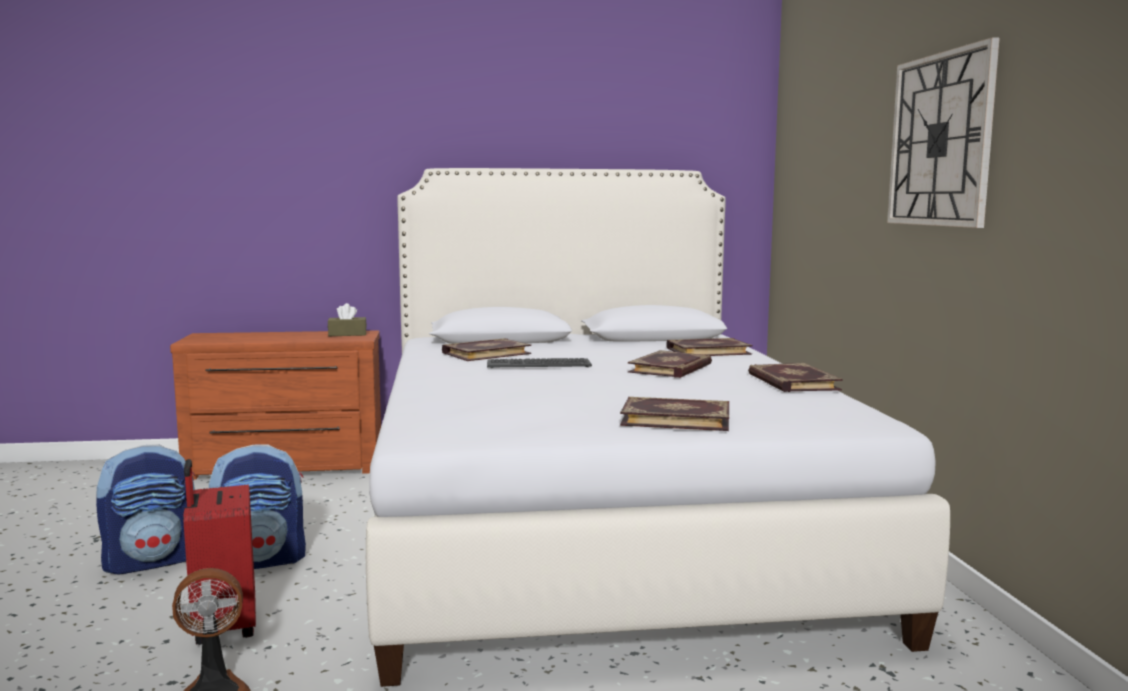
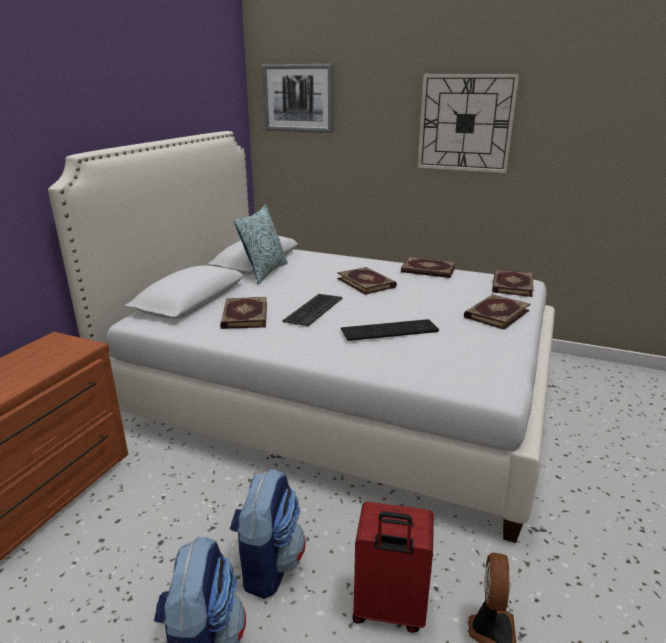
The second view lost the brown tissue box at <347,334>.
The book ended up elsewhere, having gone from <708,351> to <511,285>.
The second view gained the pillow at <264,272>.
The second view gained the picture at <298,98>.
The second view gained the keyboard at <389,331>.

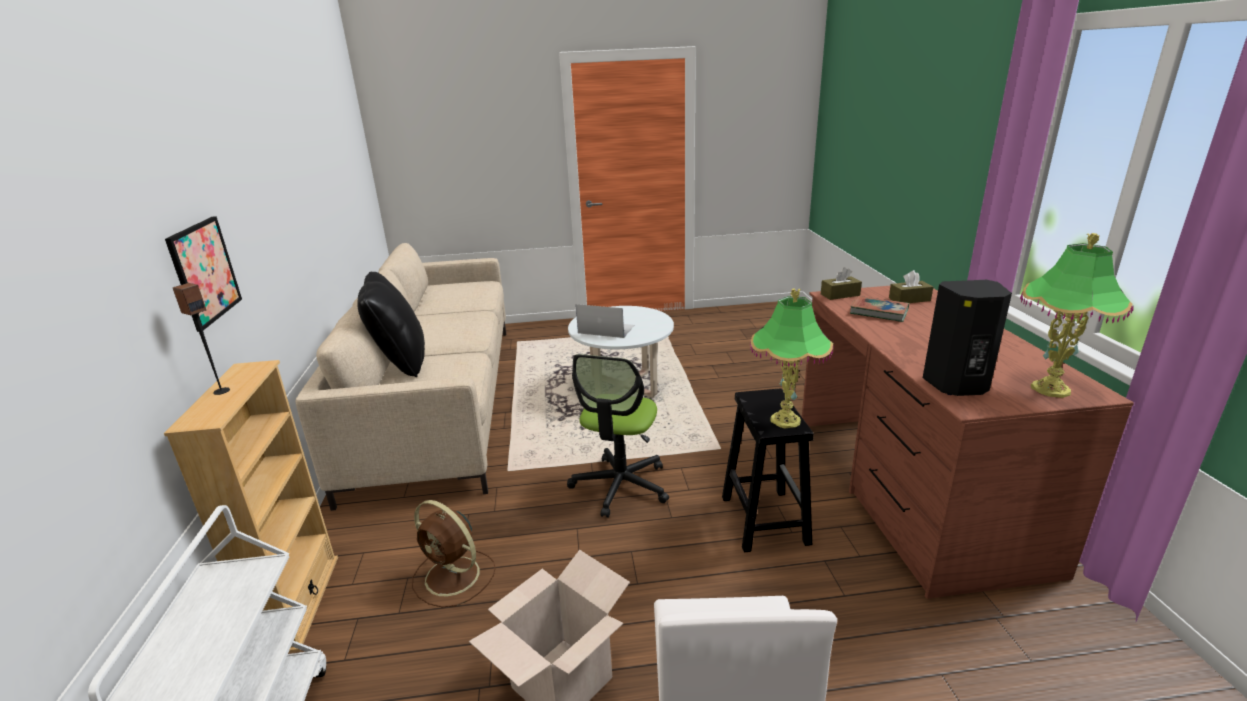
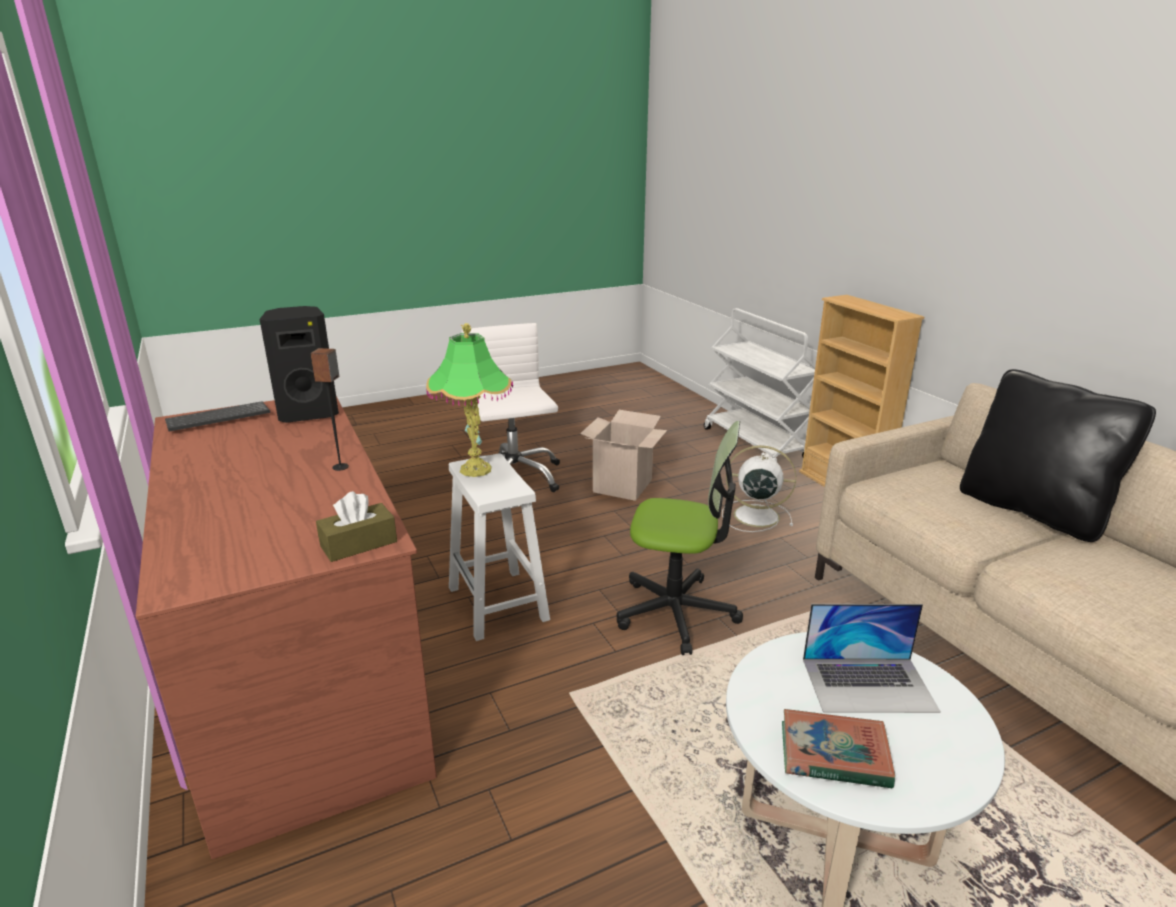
The second view lost the picture at <204,272>.
The speaker ended up elsewhere, having gone from <221,391> to <340,467>.
What was the brown fan at <454,577> turned into the white fan at <754,516>.
The office chair at <620,486> ended up facing another way, 105 degrees clockwise from before.
What was the black stool at <763,519> turned into the white stool at <499,604>.
The book ended up elsewhere, having gone from <878,312> to <834,754>.
The second view lost the brown tissue box at <909,299>.
Where the table lamp stood at <1050,389>, the keyboard came to stand at <217,420>.

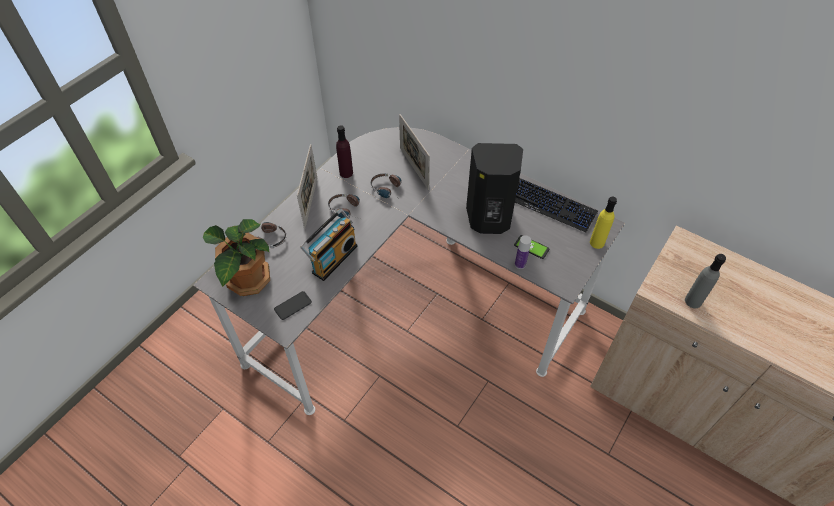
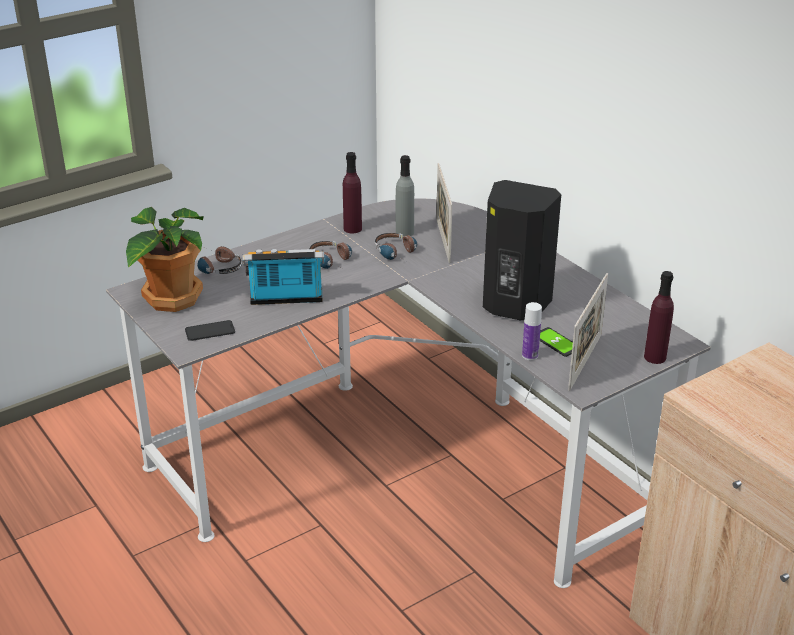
The picture frame ended up elsewhere, having gone from <310,202> to <585,362>.
The radio at <333,258> ended up facing another way, 150 degrees counterclockwise from before.
The second view lost the keyboard at <548,204>.
What was the yellow bottle at <597,242> turned into the purple bottle at <655,357>.
The grey bottle ended up elsewhere, having gone from <693,301> to <404,232>.

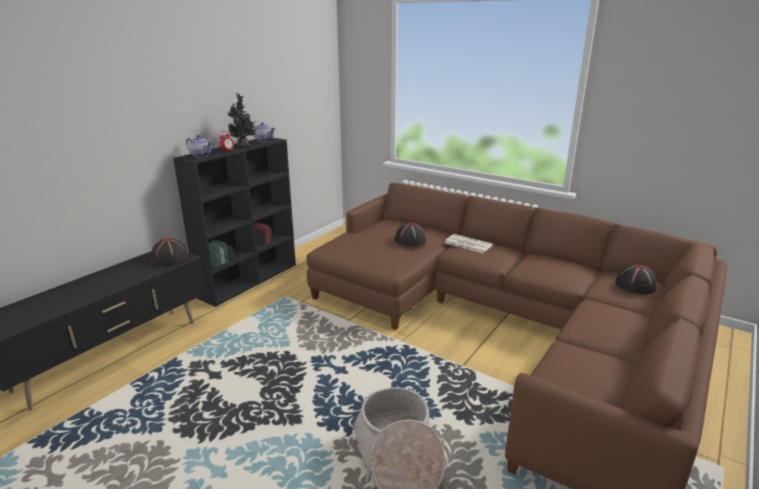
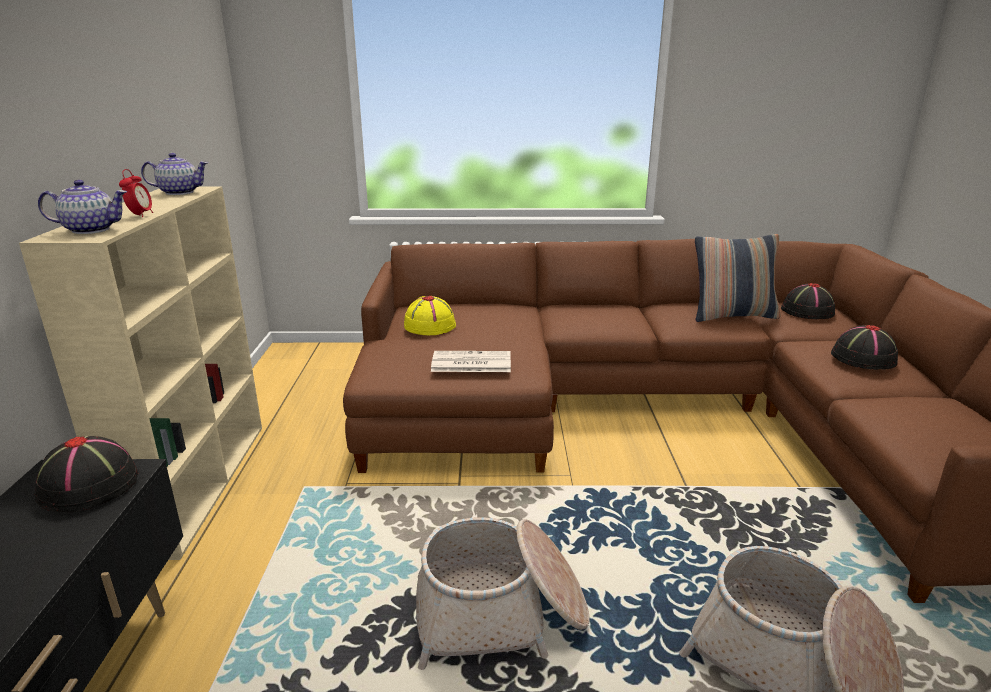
What was the black bookcase at <249,280> turned into the beige bookcase at <199,482>.
The second view lost the potted plant at <244,147>.
The black hat ended up elsewhere, having gone from <410,240> to <862,358>.
The newspaper ended up elsewhere, having gone from <467,244> to <470,363>.
The second view gained the yellow hat at <429,325>.
The second view gained the basket at <500,613>.
The second view gained the pillow at <732,315>.

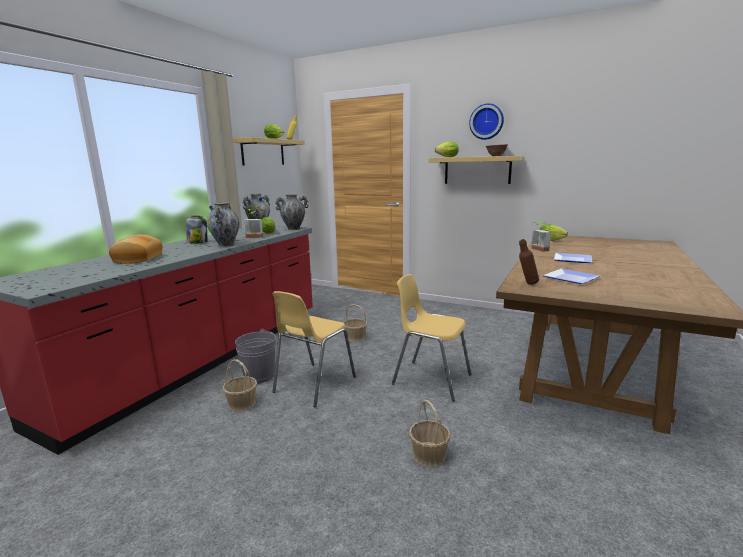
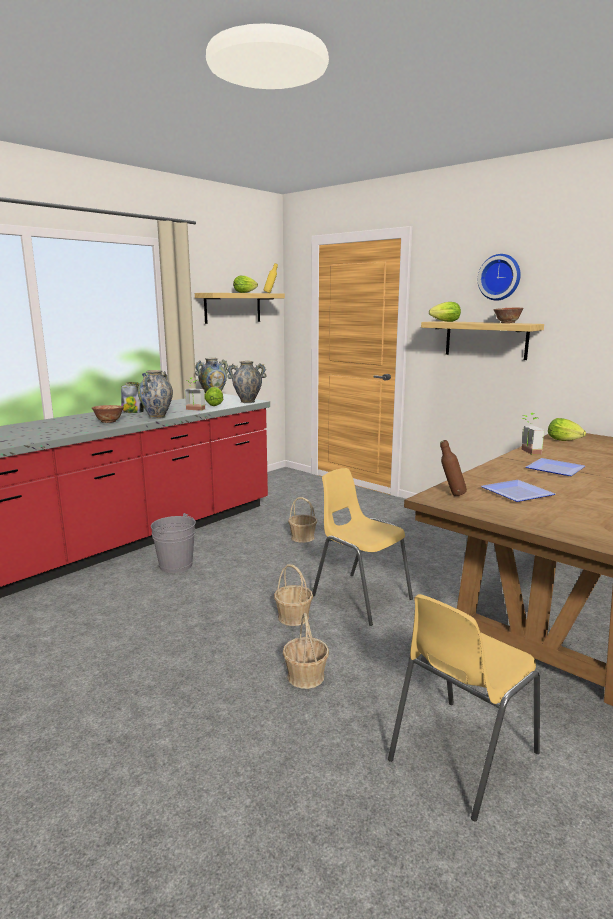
The second view lost the bread at <137,259>.
The basket ended up elsewhere, having gone from <242,403> to <293,617>.
The yellow chair ended up elsewhere, having gone from <313,384> to <460,756>.
The second view gained the bowl at <109,422>.

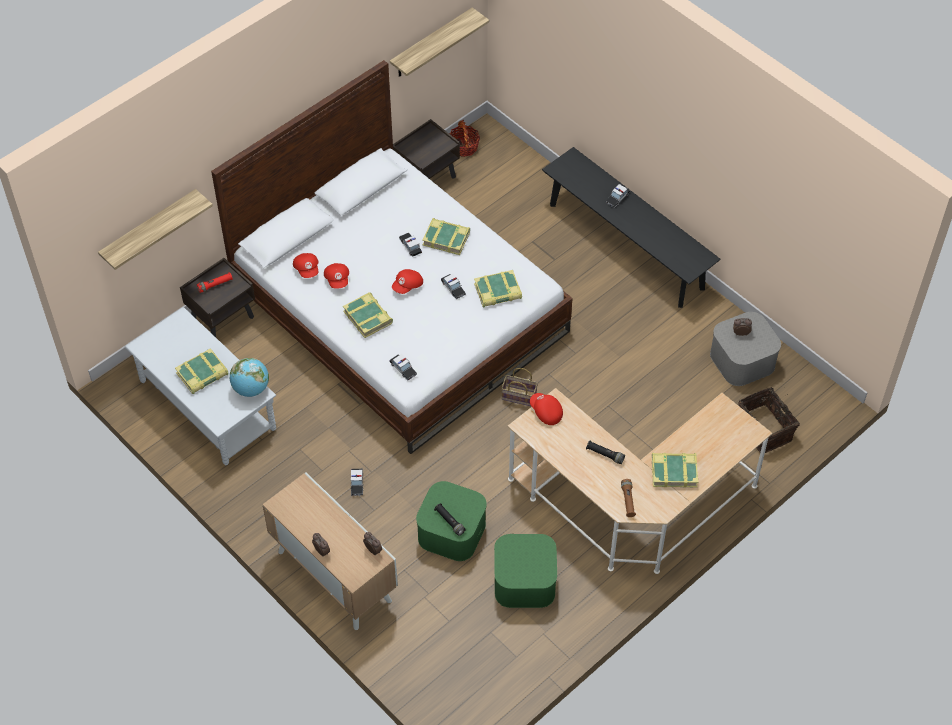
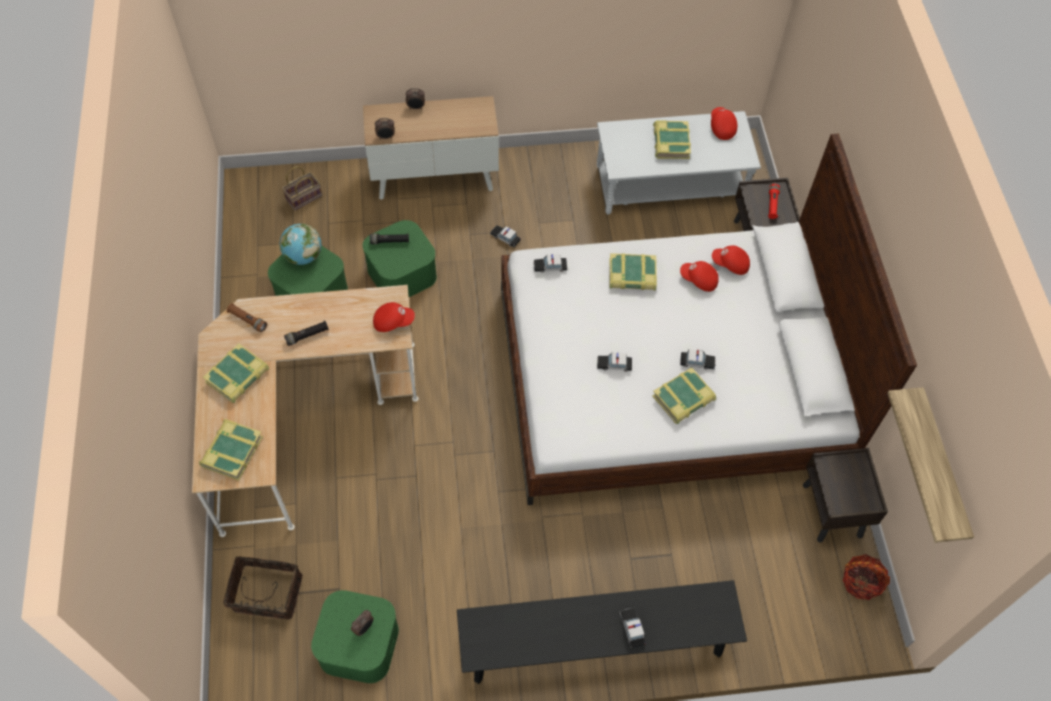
The second view lost the shelf at <149,230>.
The globe ended up elsewhere, having gone from <251,389> to <303,256>.
The red cap ended up elsewhere, having gone from <408,286> to <721,127>.
The book ended up elsewhere, having gone from <498,292> to <231,451>.
The basket ended up elsewhere, having gone from <518,397> to <304,196>.
What was the grey storage box at <742,360> turned into the green storage box at <359,643>.

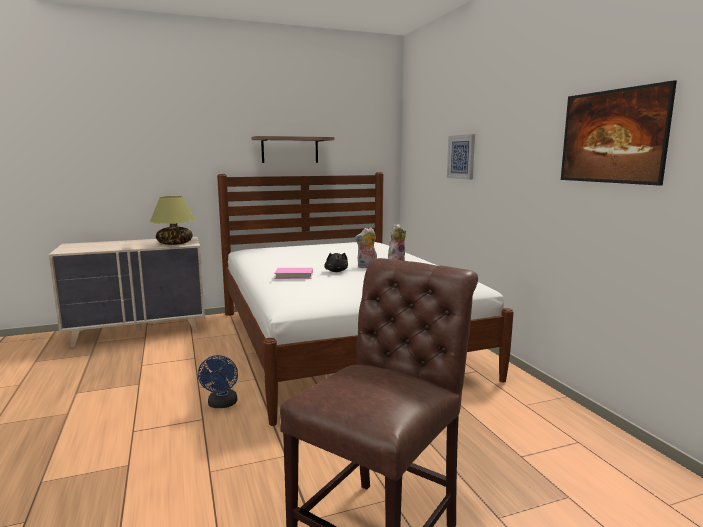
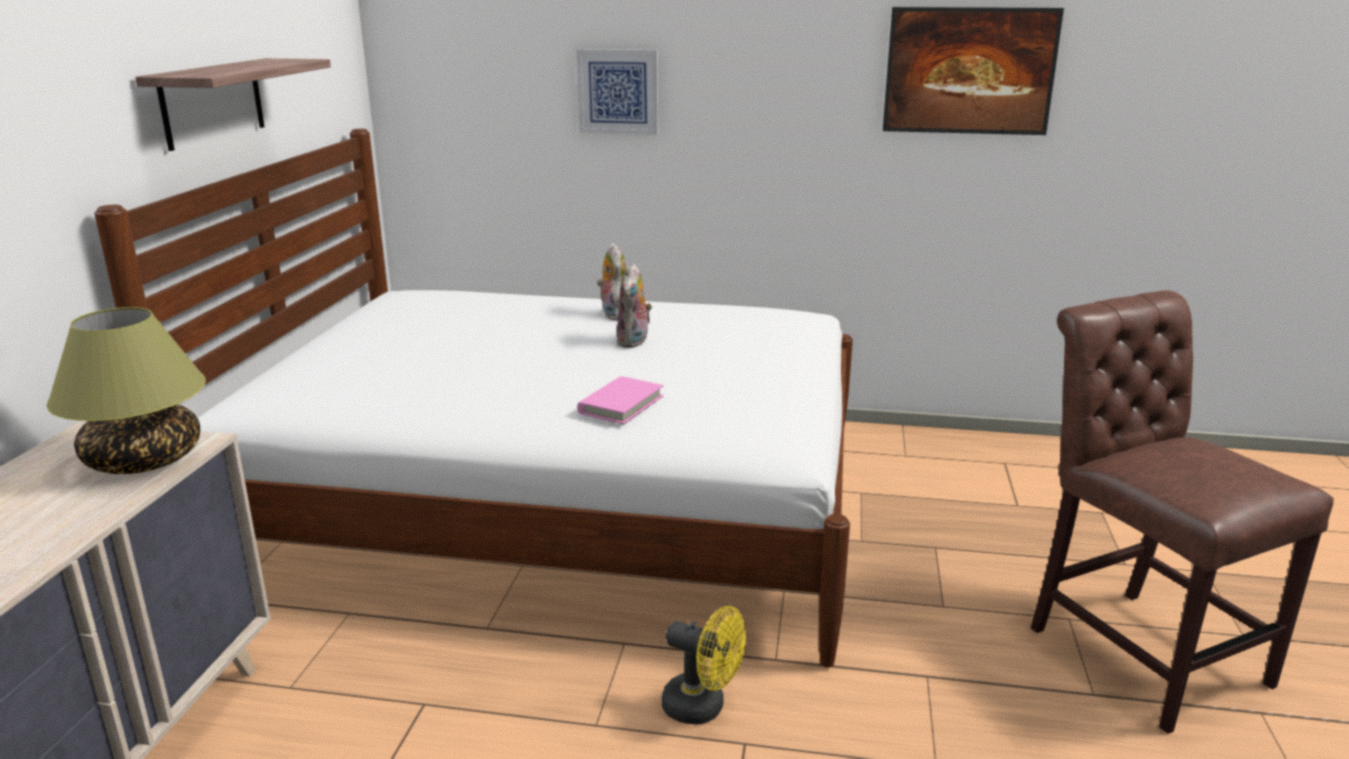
What was the blue fan at <222,404> turned into the yellow fan at <703,707>.
The second view lost the black plush toy at <336,271>.

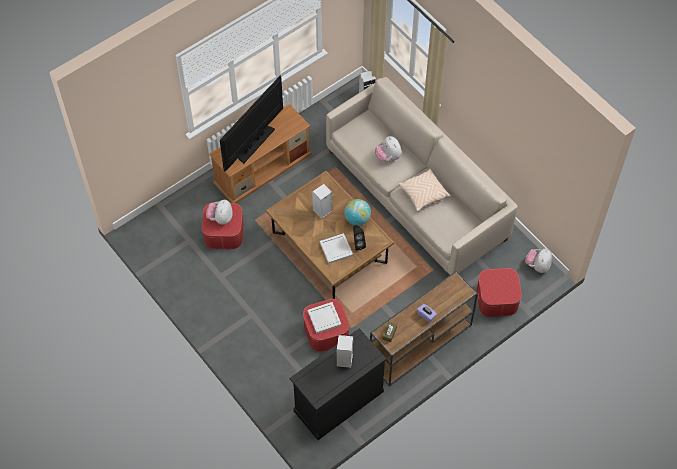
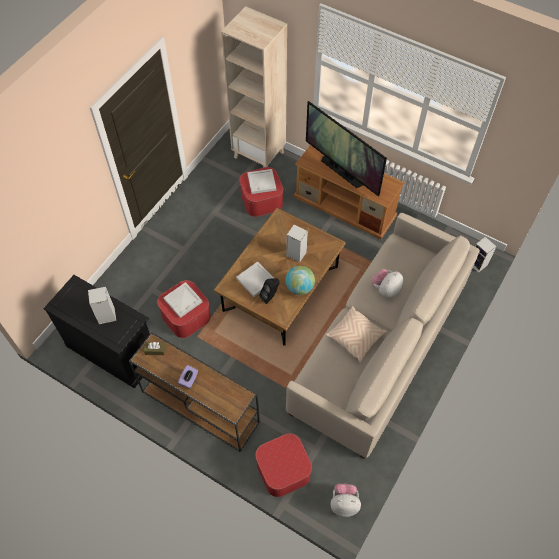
Where the plush toy stood at <220,218>, the white tray came to stand at <261,182>.
The television at <255,144> ended up facing another way, 150 degrees counterclockwise from before.
The second view gained the beige bookcase at <259,155>.

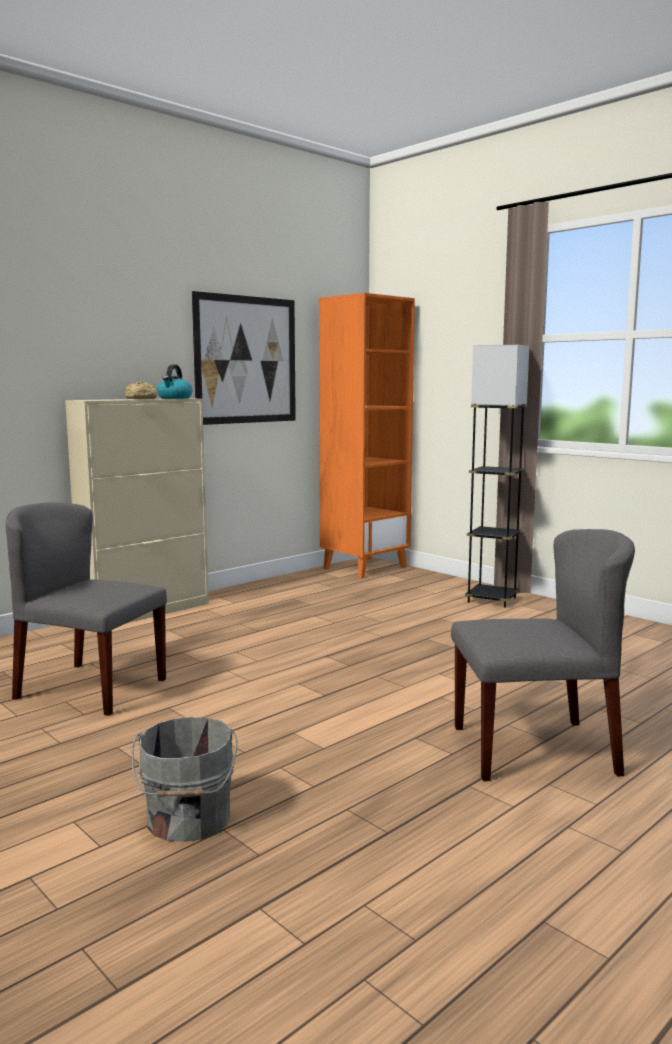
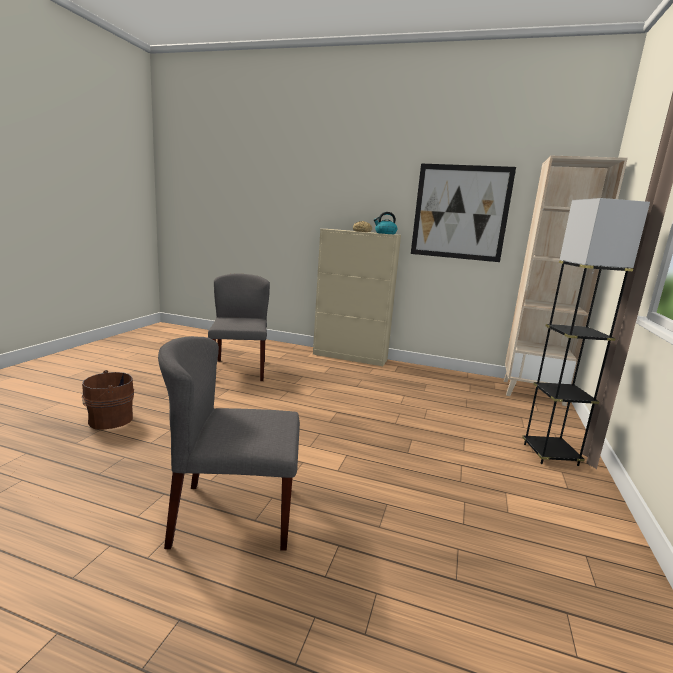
What was the grey bucket at <188,820> turned into the brown bucket at <108,420>.
What was the orange bookcase at <365,567> turned into the beige bookcase at <533,392>.
The grey chair at <535,749> ended up facing another way, 120 degrees clockwise from before.

